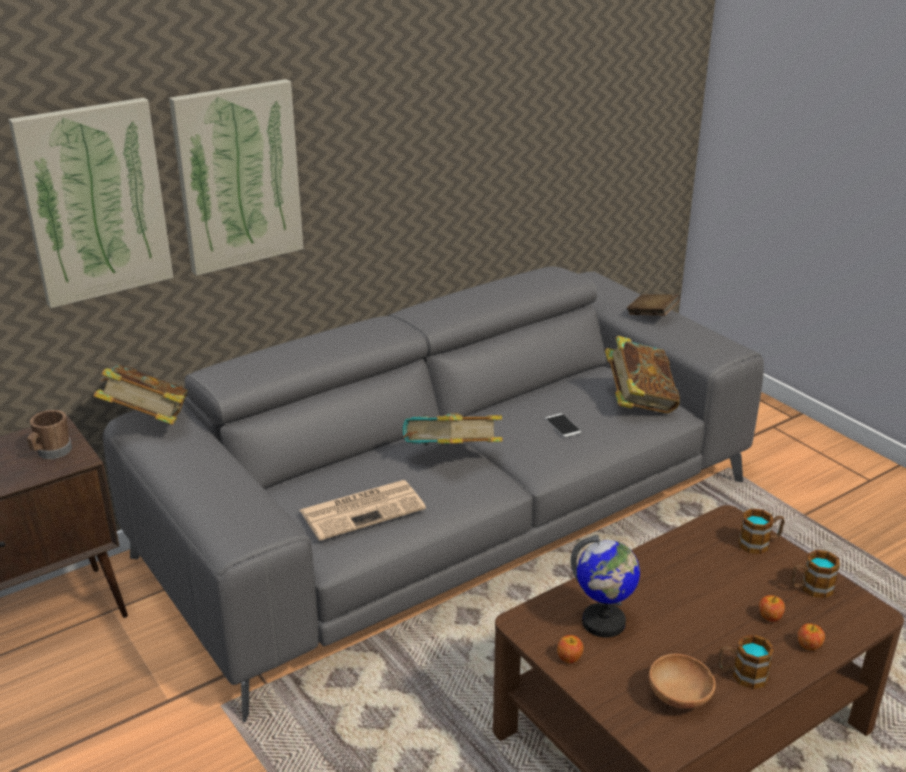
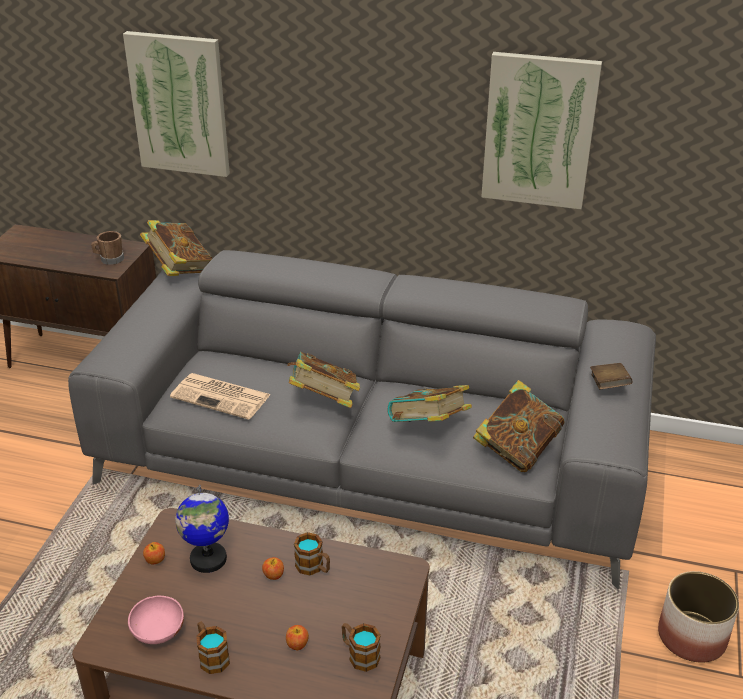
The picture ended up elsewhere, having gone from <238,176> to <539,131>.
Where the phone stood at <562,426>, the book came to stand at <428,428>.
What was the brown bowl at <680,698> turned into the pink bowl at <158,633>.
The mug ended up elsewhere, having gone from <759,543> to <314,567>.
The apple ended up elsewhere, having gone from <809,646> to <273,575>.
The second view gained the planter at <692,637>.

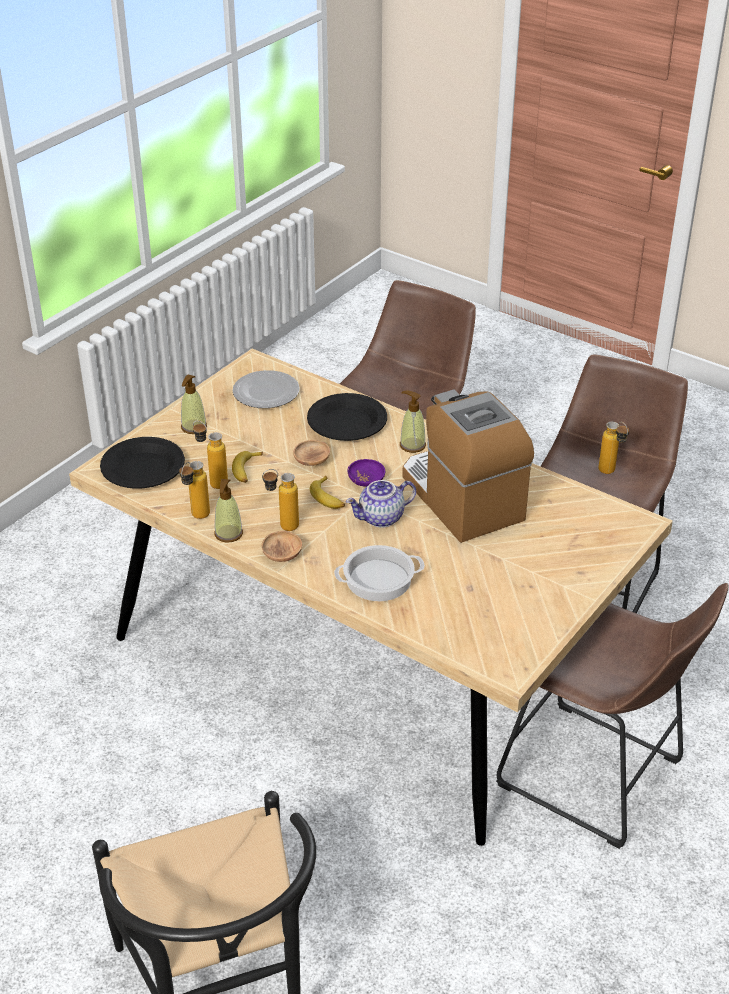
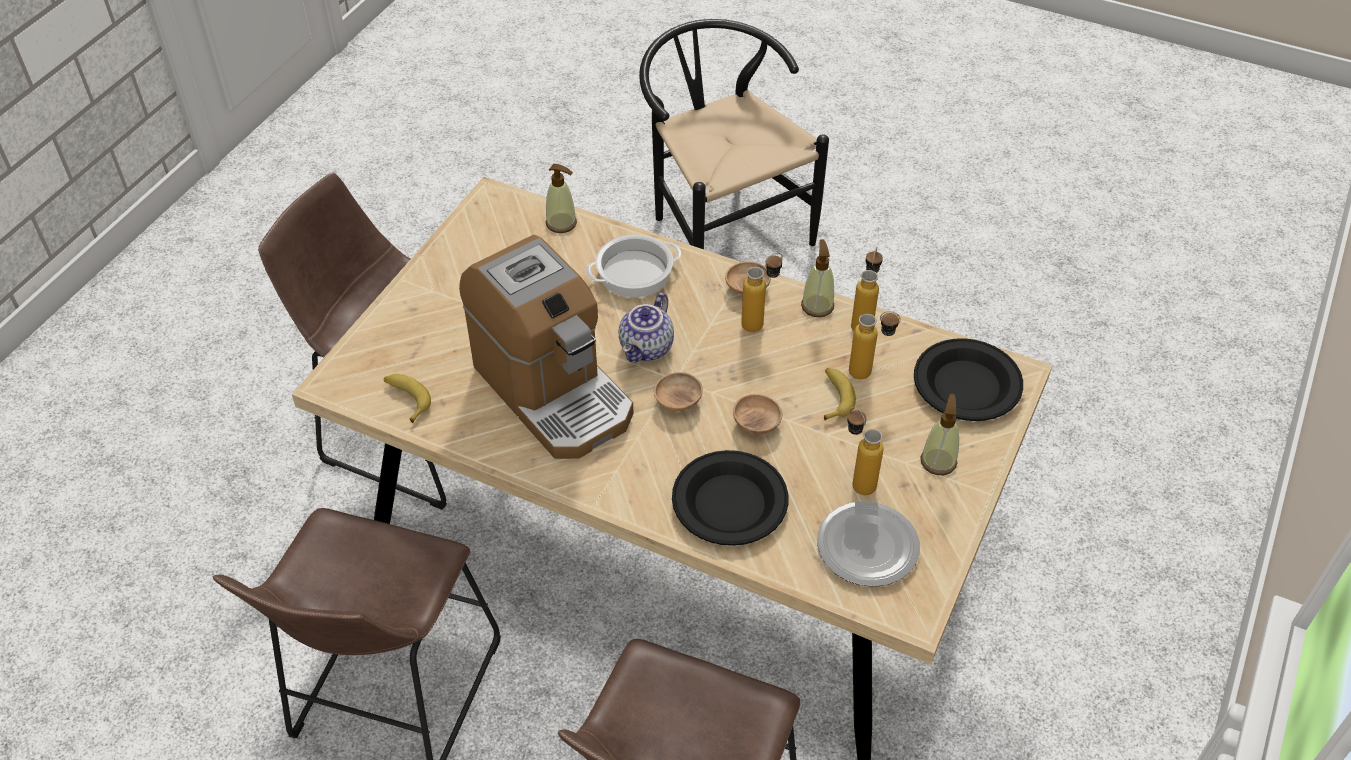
The banana ended up elsewhere, having gone from <328,498> to <406,399>.
The teapot at <381,518> ended up facing another way, 150 degrees clockwise from before.
What was the purple bowl at <366,481> turned into the brown bowl at <678,401>.
The soap dispenser ended up elsewhere, having gone from <412,445> to <561,223>.
The bottle ended up elsewhere, having gone from <610,473> to <857,480>.

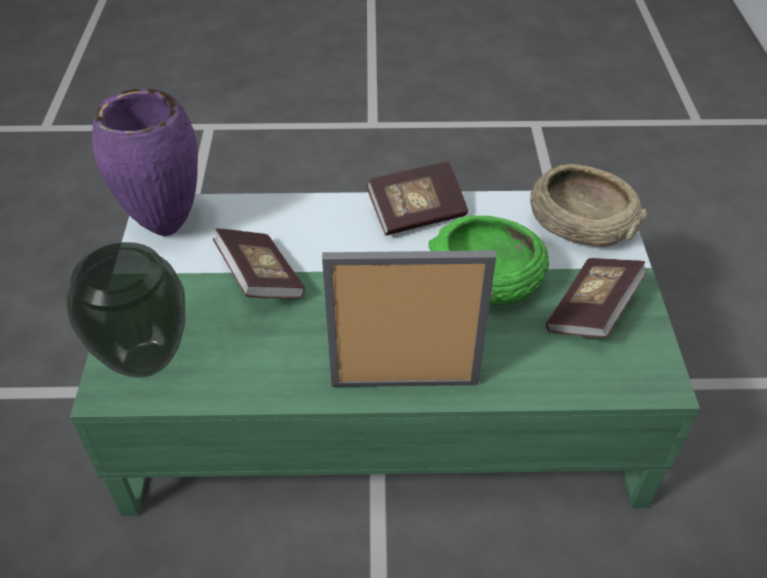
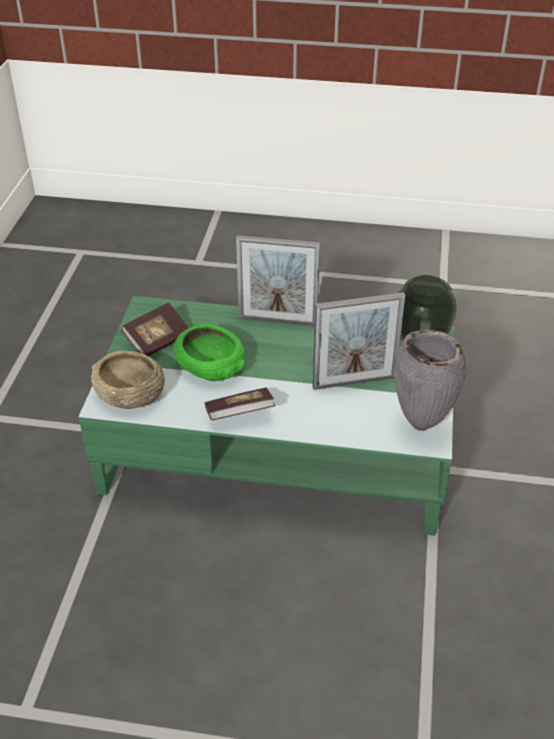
What was the purple vase at <165,230> turned into the grey vase at <423,424>.
Where the book stood at <260,279>, the picture frame came to stand at <354,382>.

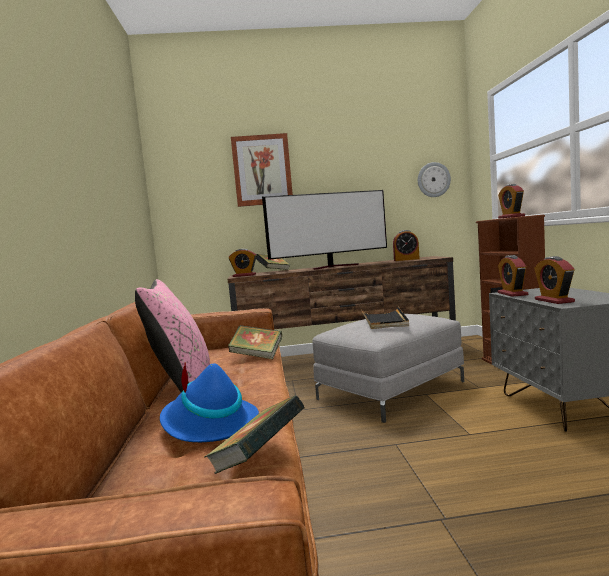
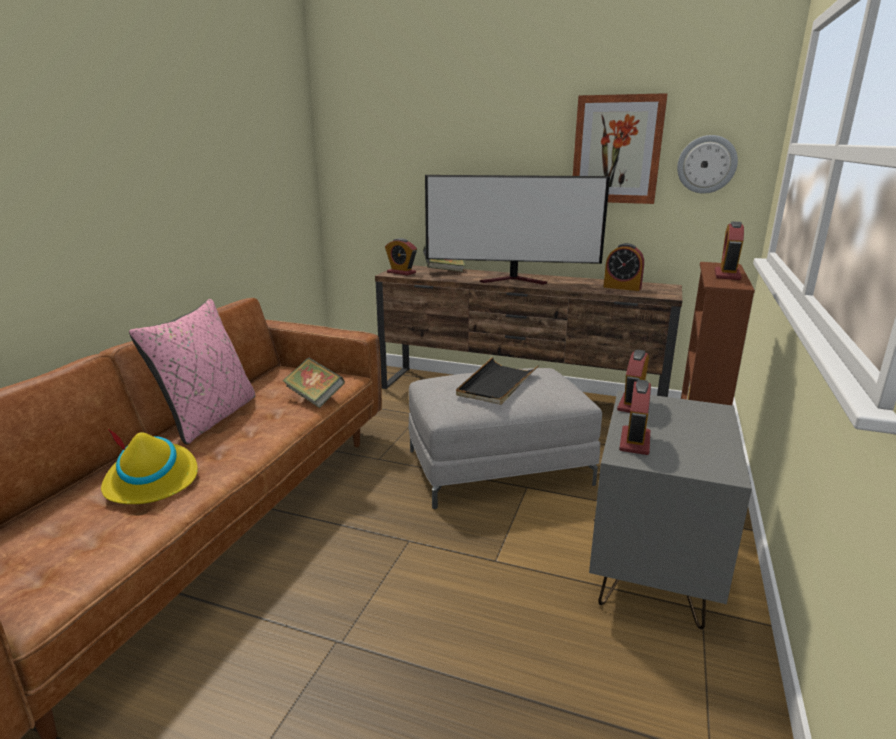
What was the blue hat at <208,424> turned into the yellow hat at <152,480>.
The second view lost the book at <258,461>.
The picture ended up elsewhere, having gone from <262,170> to <617,150>.

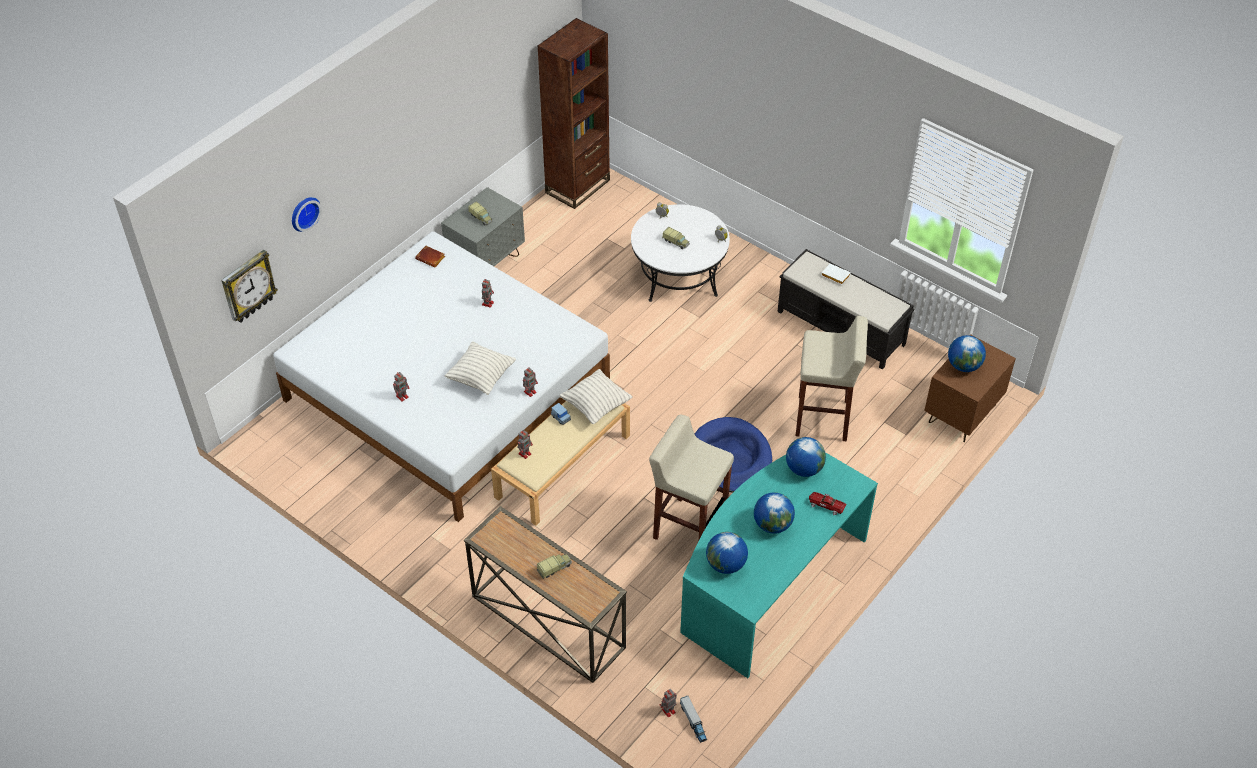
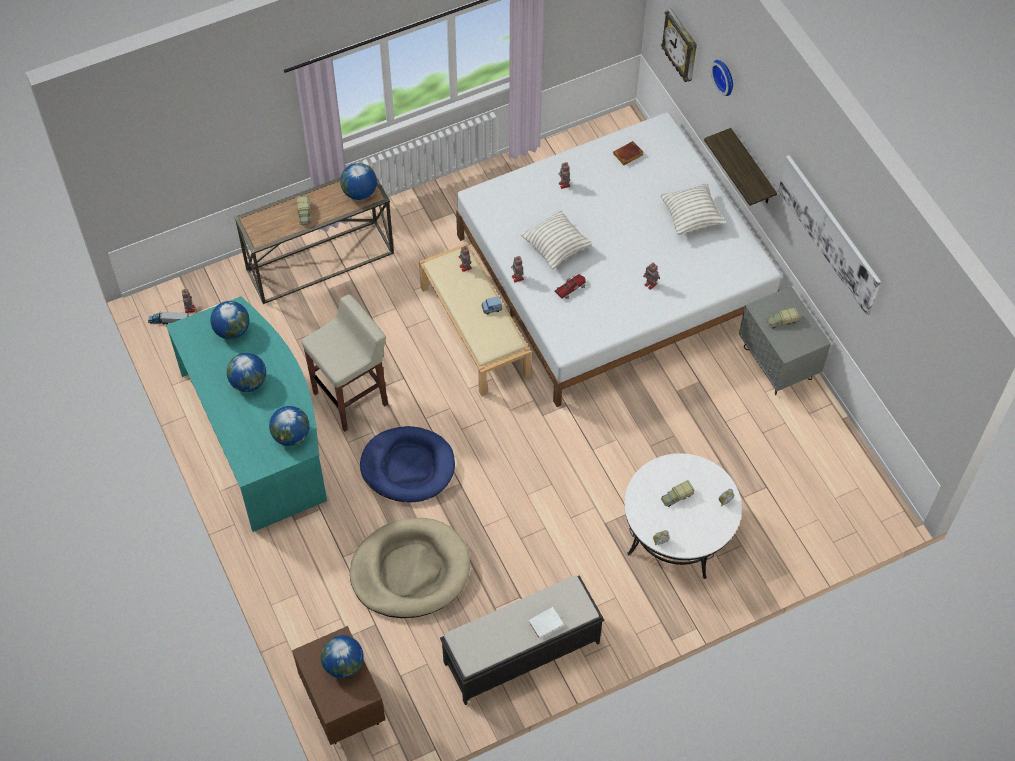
The brown book ended up elsewhere, having gone from <431,258> to <628,156>.
The second view lost the brown bookcase at <577,186>.
The pillow ended up elsewhere, having gone from <596,406> to <691,217>.
Where the beige stool stood at <823,418>, the beige dog bed came to stand at <410,571>.
The toy car ended up elsewhere, having gone from <826,505> to <570,288>.
The second view gained the globe at <359,192>.
The second view gained the shelf at <752,169>.
The second view gained the picture at <829,233>.

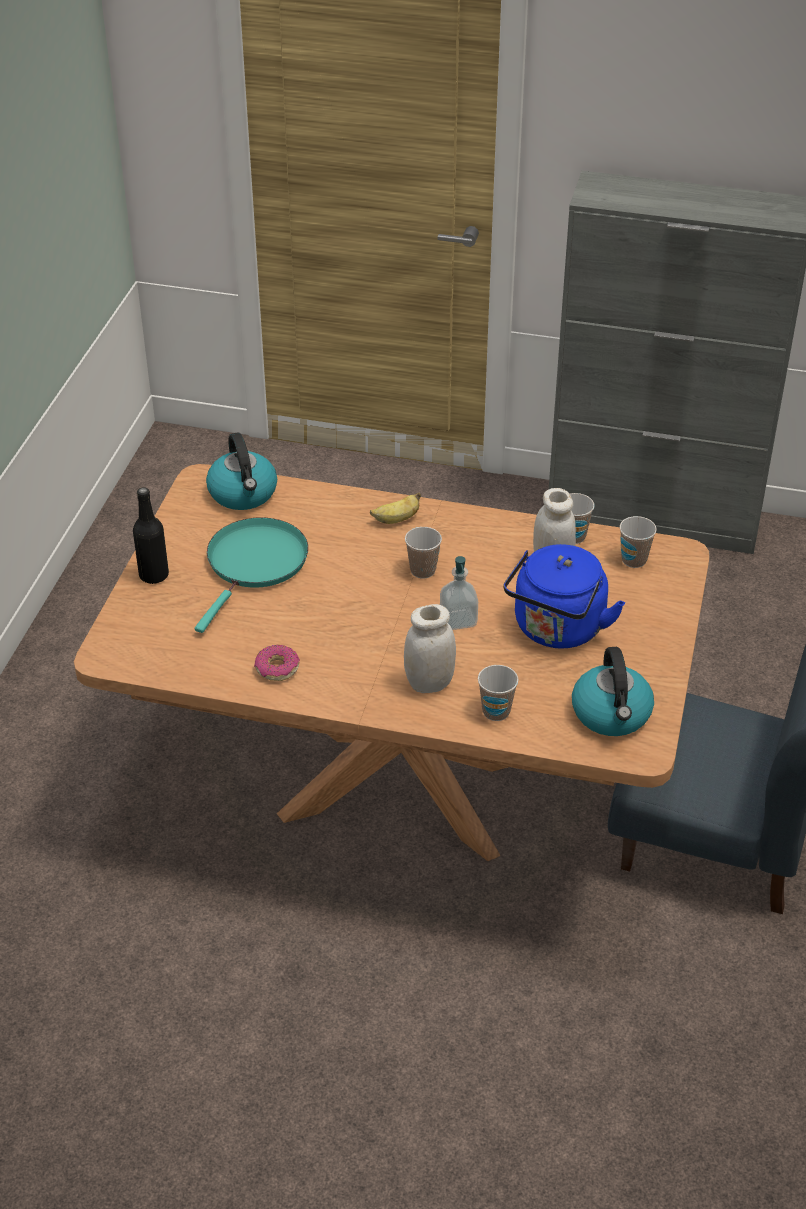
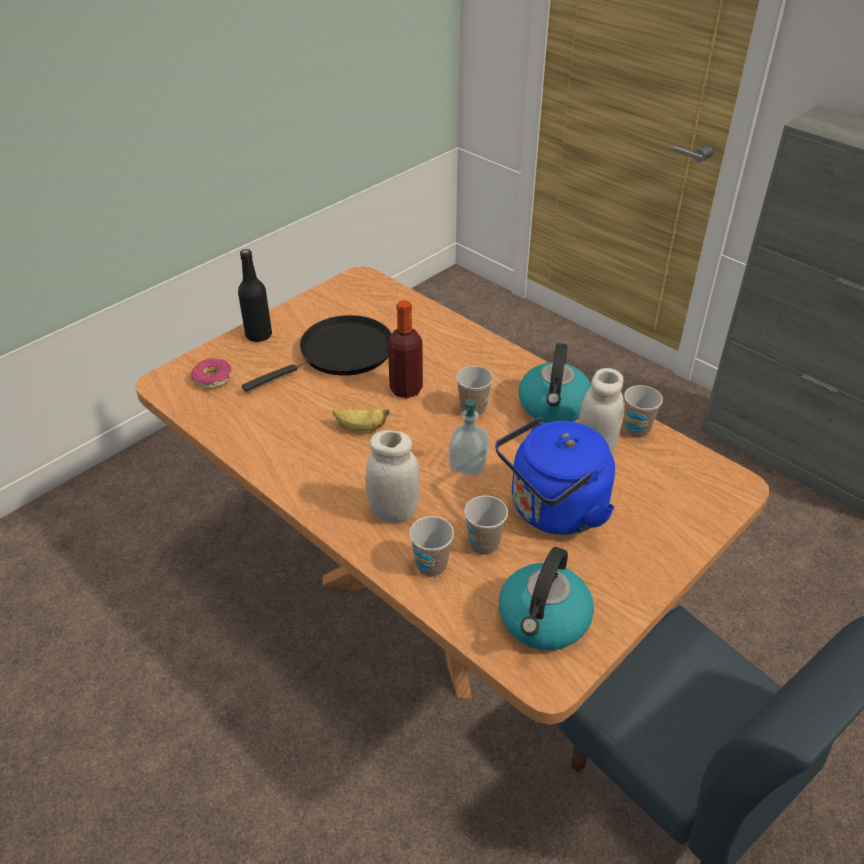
What was the turquoise frying pan at <255,564> turned into the black frying pan at <341,354>.
The kettle ended up elsewhere, having gone from <243,494> to <554,407>.
The donut ended up elsewhere, having gone from <277,668> to <213,379>.
The banana ended up elsewhere, having gone from <396,520> to <360,428>.
The cup ended up elsewhere, having gone from <634,560> to <484,544>.
The second view gained the bottle at <406,389>.

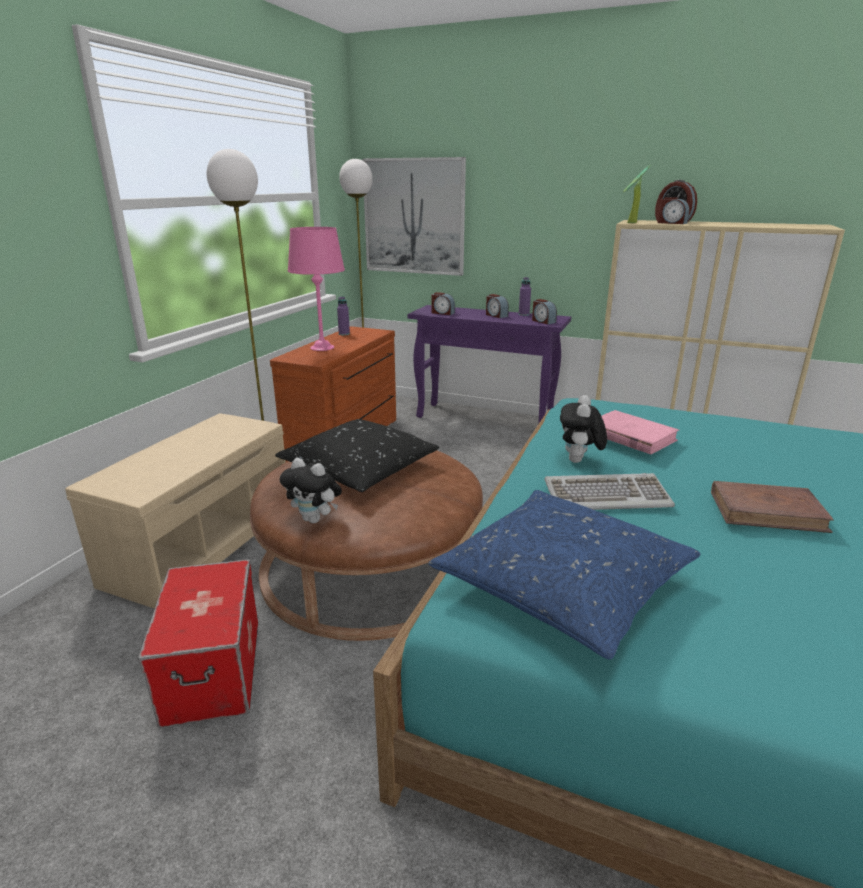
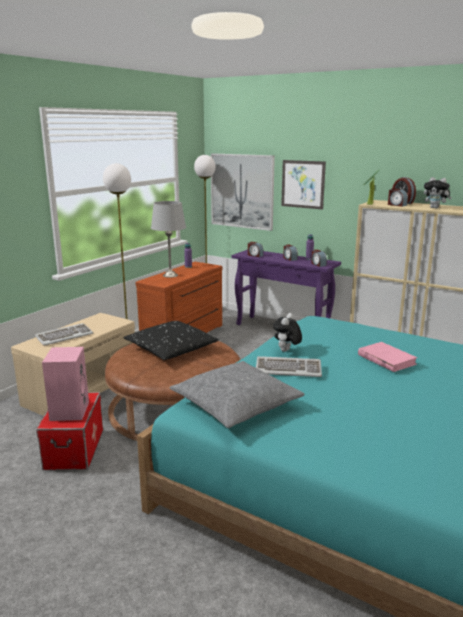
The plush toy ended up elsewhere, having gone from <315,519> to <435,208>.
What was the pink table lamp at <322,348> turned into the grey table lamp at <170,275>.
What was the blue pillow at <563,583> turned into the grey pillow at <236,404>.
The pink book ended up elsewhere, having gone from <630,436> to <386,359>.
The second view lost the brown book at <767,511>.
The second view gained the keyboard at <64,336>.
The second view gained the pink speaker at <69,410>.
The second view gained the picture at <303,184>.

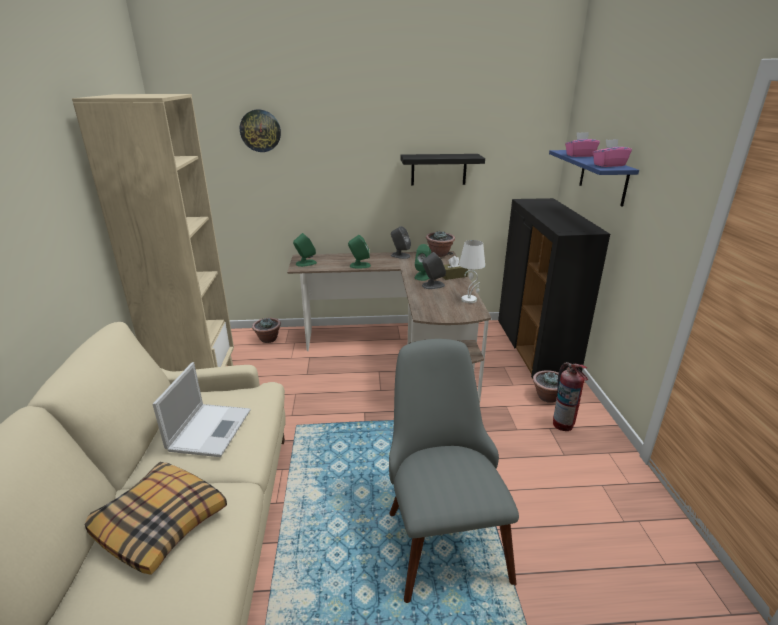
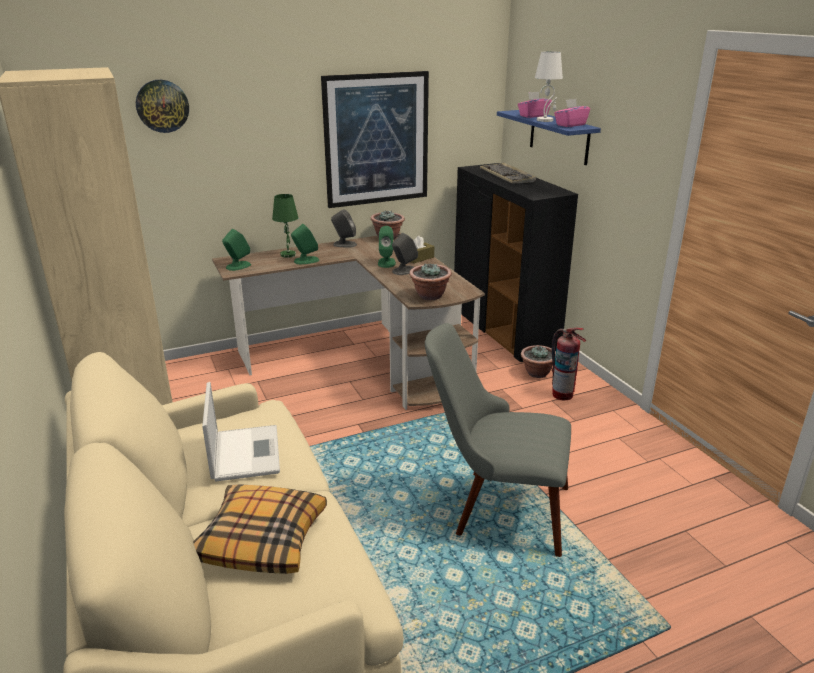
The potted plant ended up elsewhere, having gone from <268,339> to <430,296>.
The grey chair at <441,531> ended up facing another way, 45 degrees counterclockwise from before.
Where the black shelf hung at <438,169>, the picture came to hang at <376,139>.
The white table lamp ended up elsewhere, having gone from <469,300> to <545,120>.
The second view gained the green table lamp at <288,254>.
The second view gained the keyboard at <507,176>.

